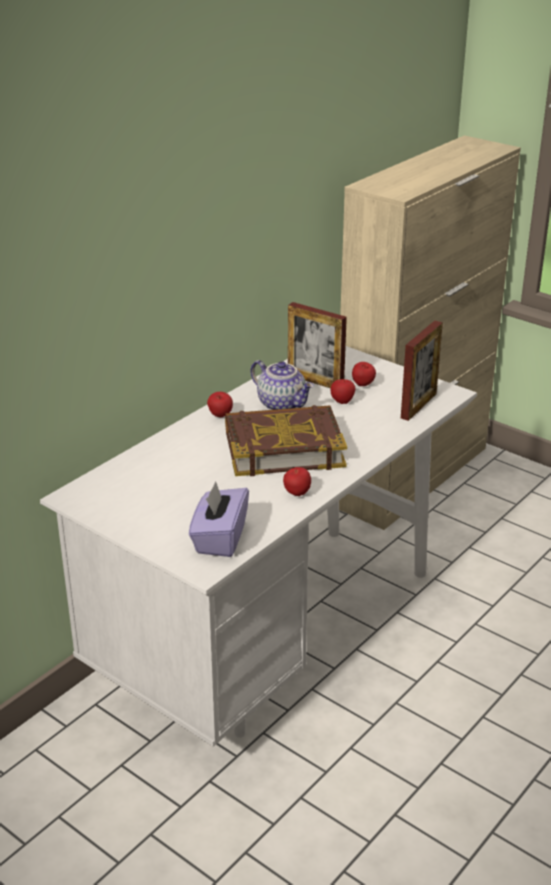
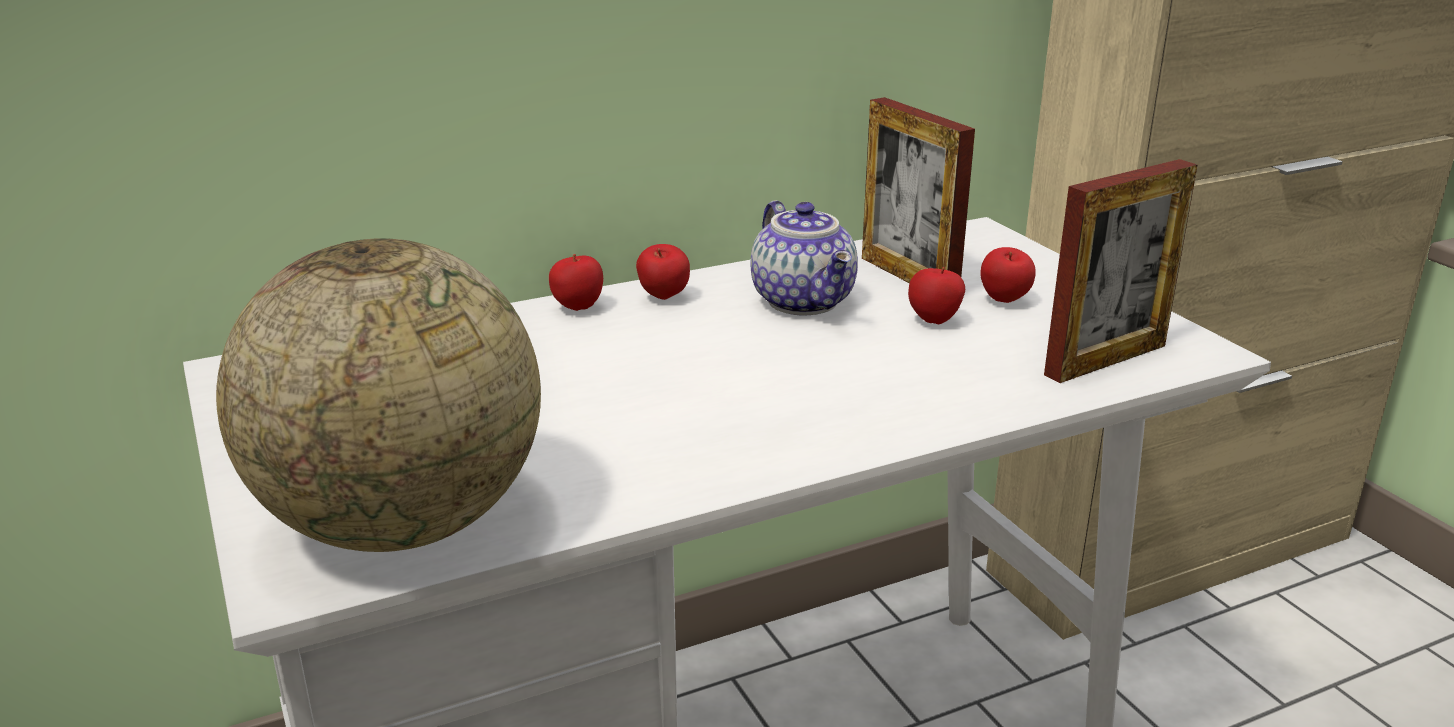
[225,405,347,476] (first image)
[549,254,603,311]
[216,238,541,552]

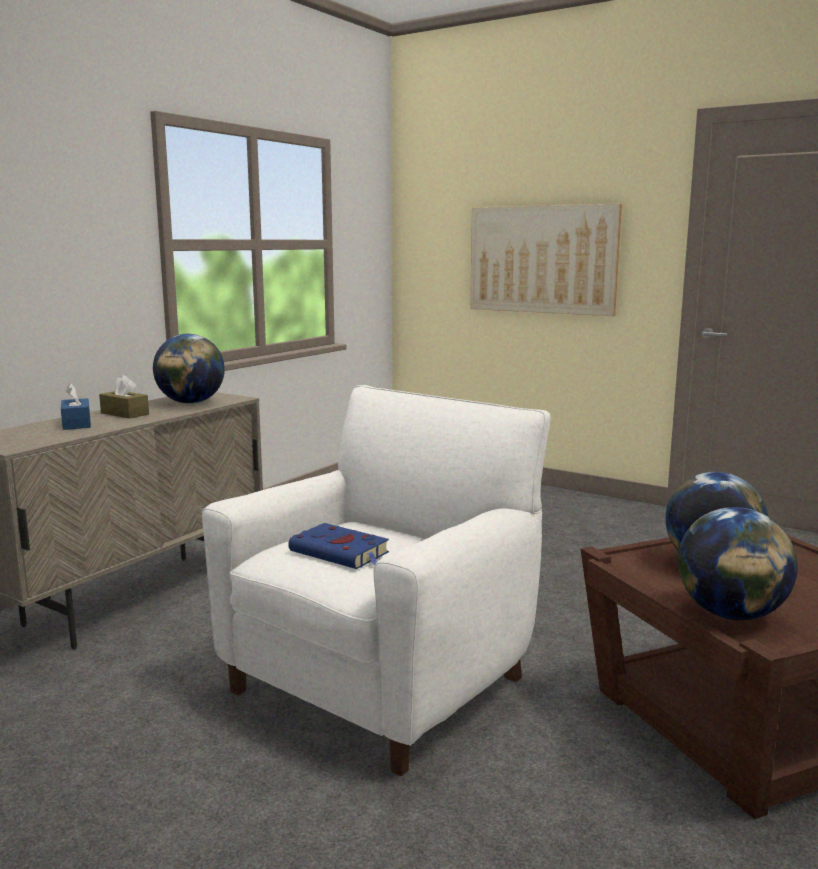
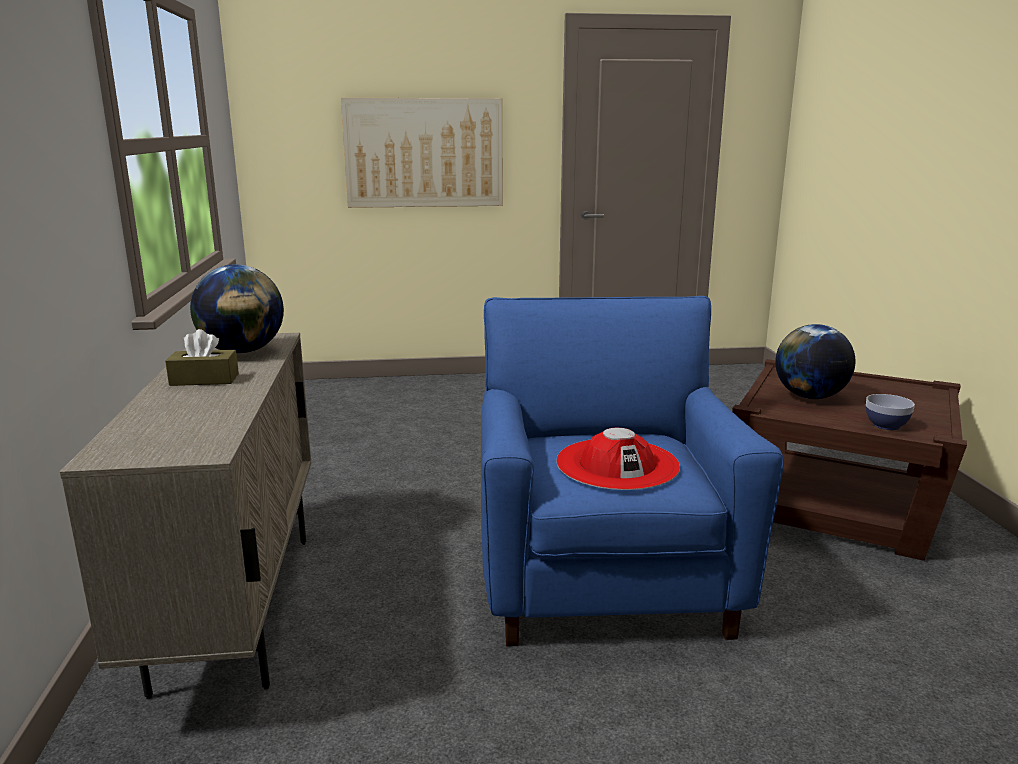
[61,383,91,430] (first image)
[481,296,784,646]
[866,394,915,430]
[556,428,680,490]

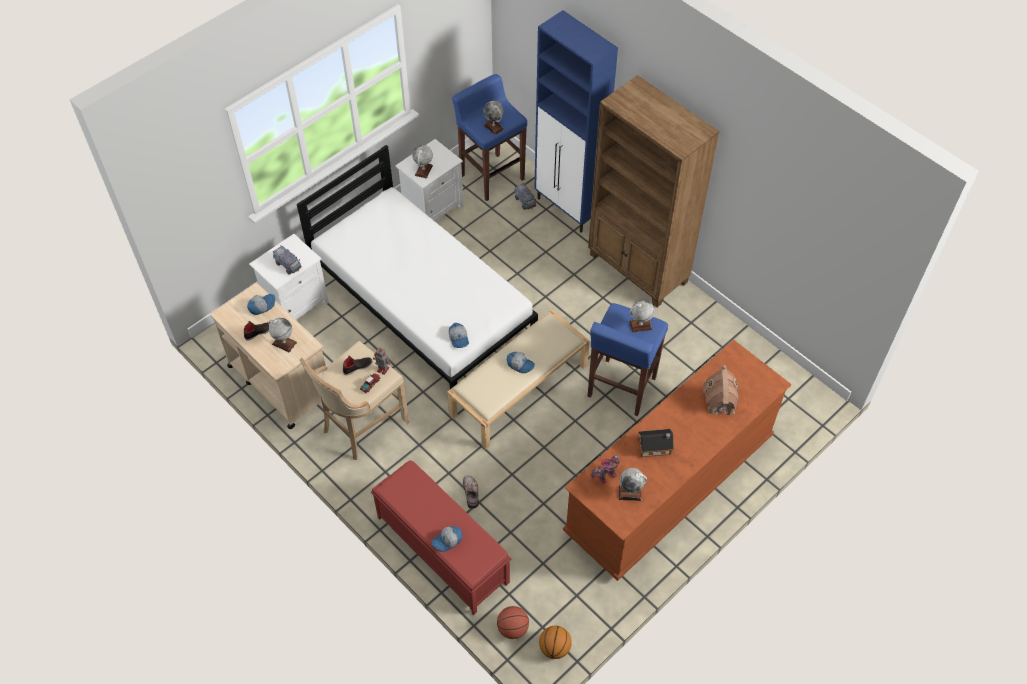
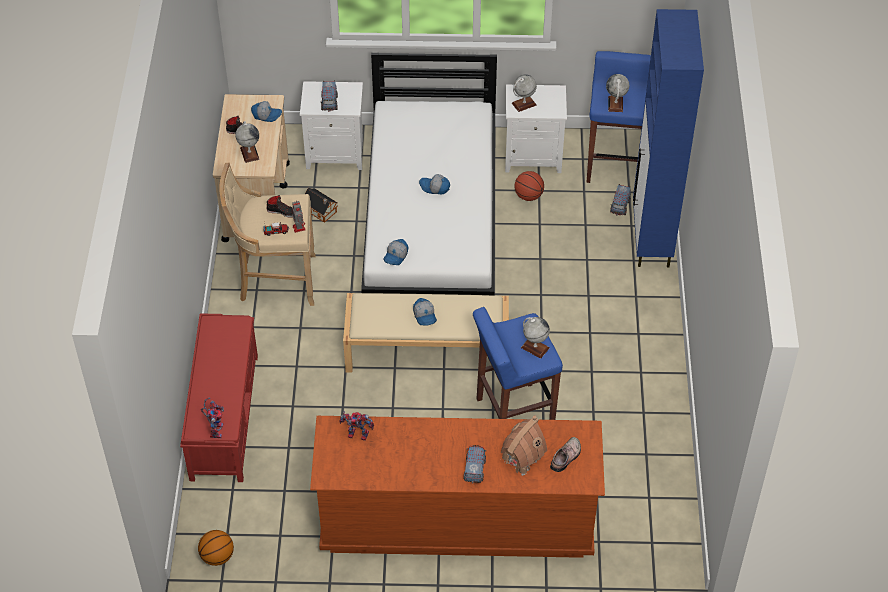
[588,75,720,307] (first image)
[305,188,338,223]
[619,468,647,501] (first image)
[550,437,581,472]
[419,174,450,194]
[514,171,544,201]
[201,398,224,438]
[463,445,486,484]

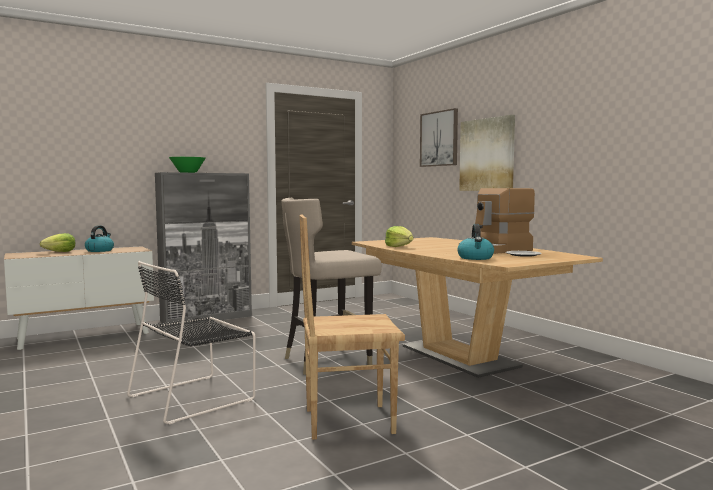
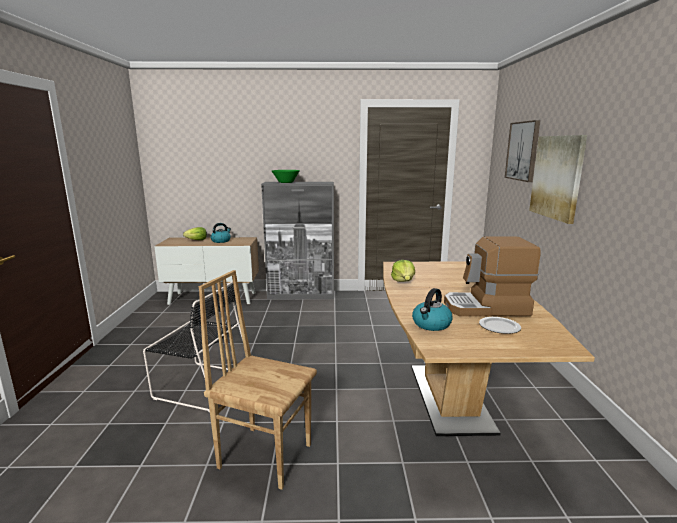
[281,198,382,375] (first image)
[143,281,243,412]

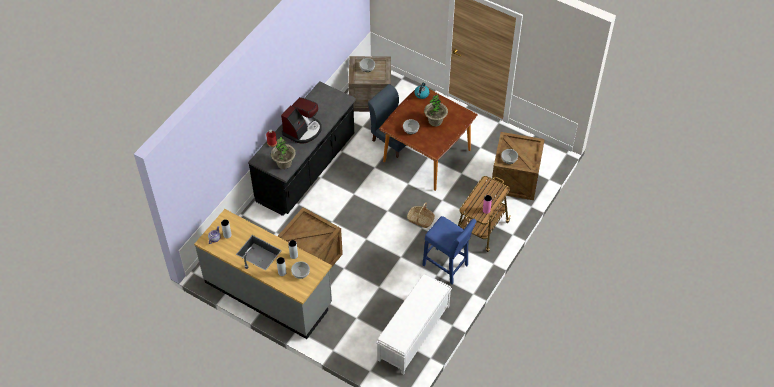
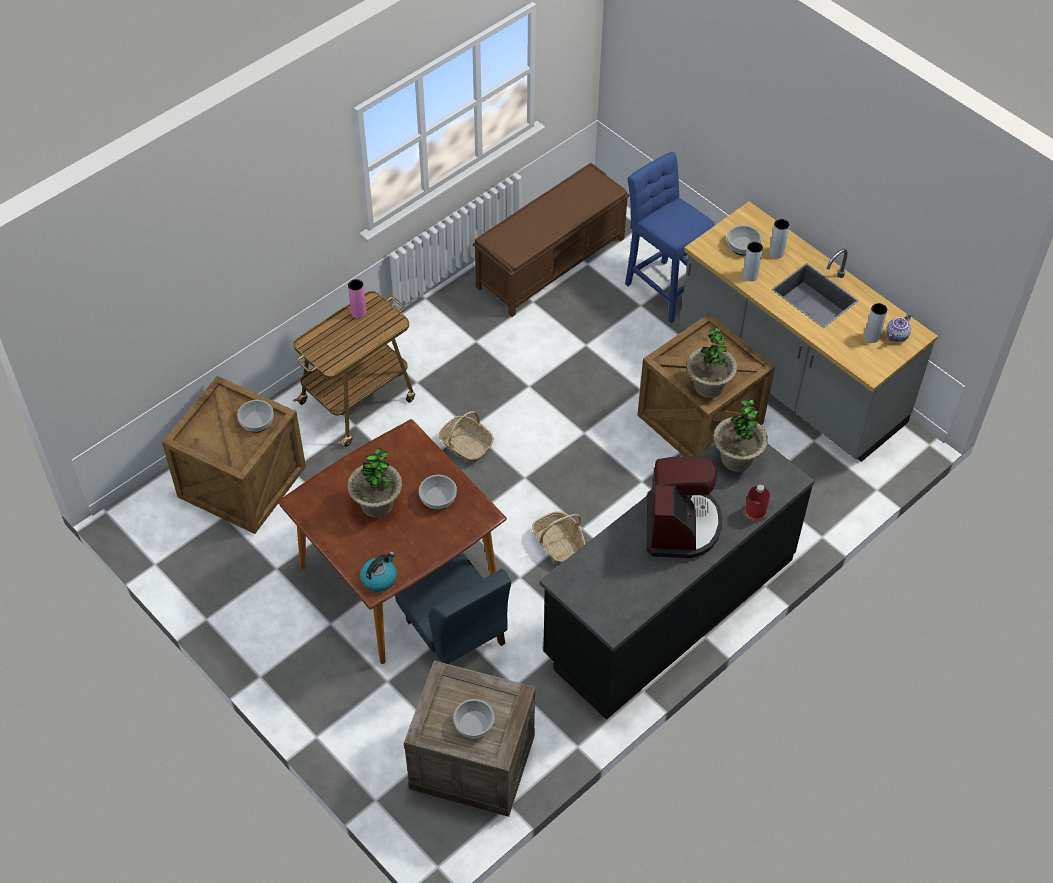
[647,456,722,558]
[625,152,715,323]
[473,163,630,317]
[686,328,737,398]
[532,511,585,563]

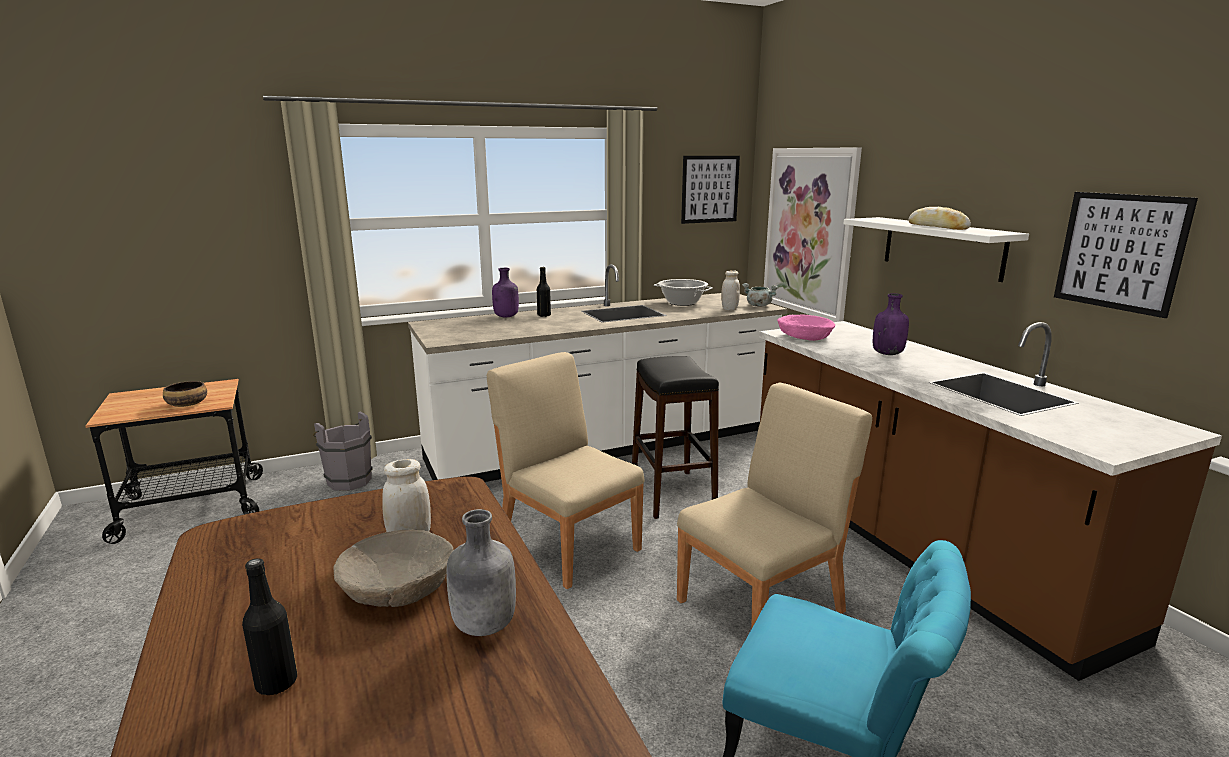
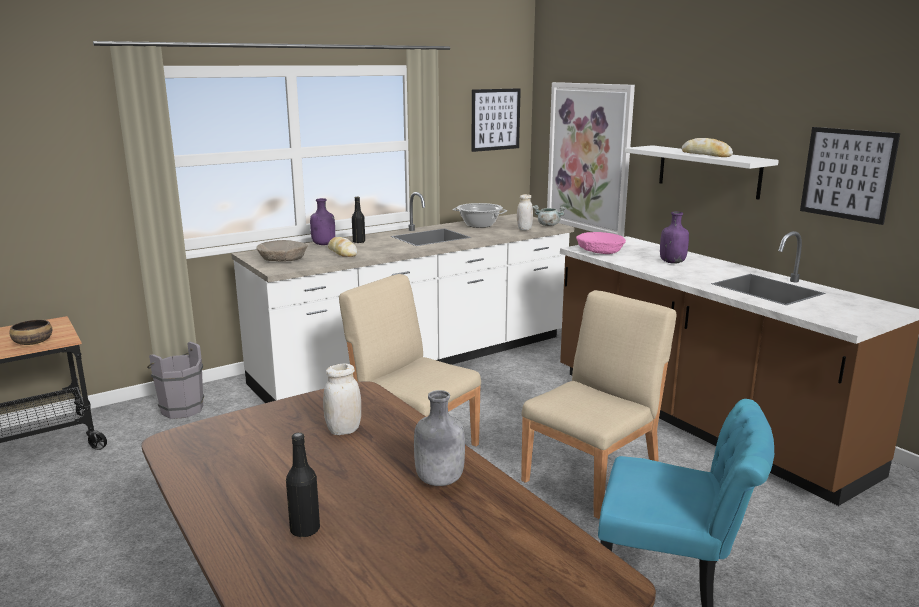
[632,356,719,519] (first image)
[256,240,308,261]
[328,237,357,257]

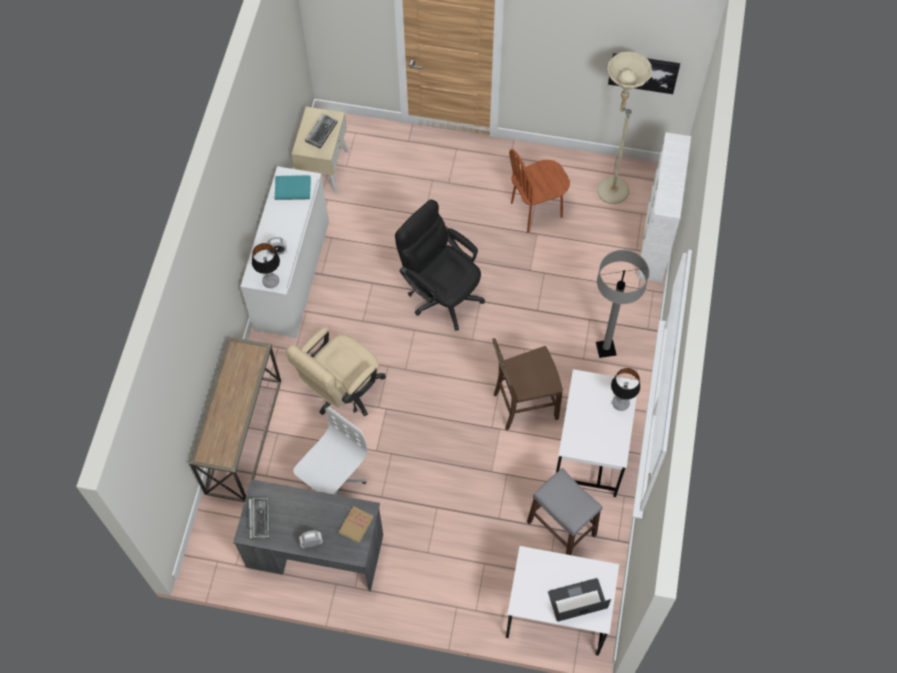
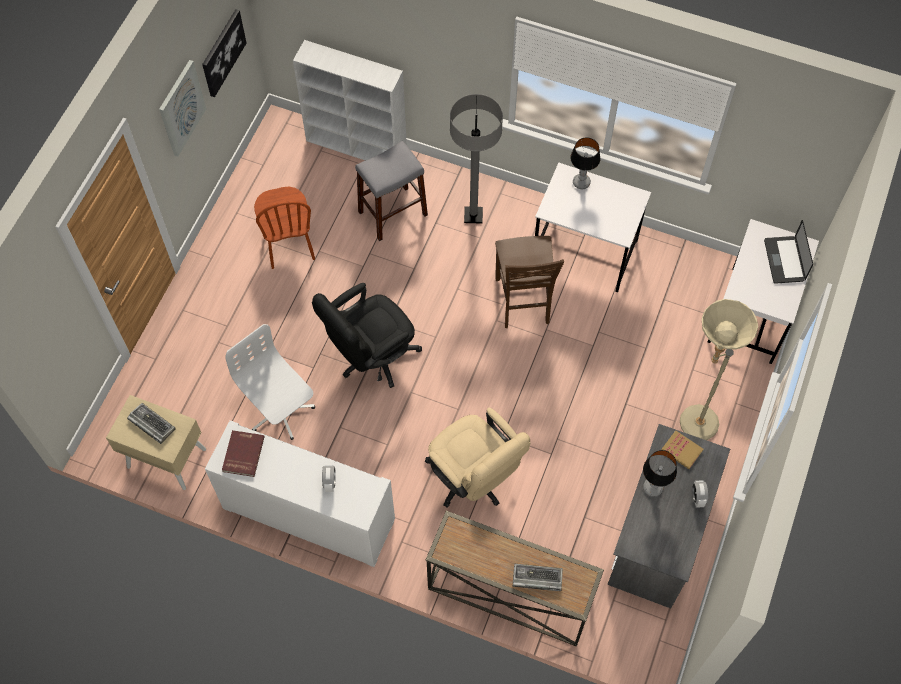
[680,299,758,440]
[222,430,265,477]
[643,450,677,497]
[225,324,315,440]
[355,141,428,241]
[513,564,563,591]
[159,60,206,157]

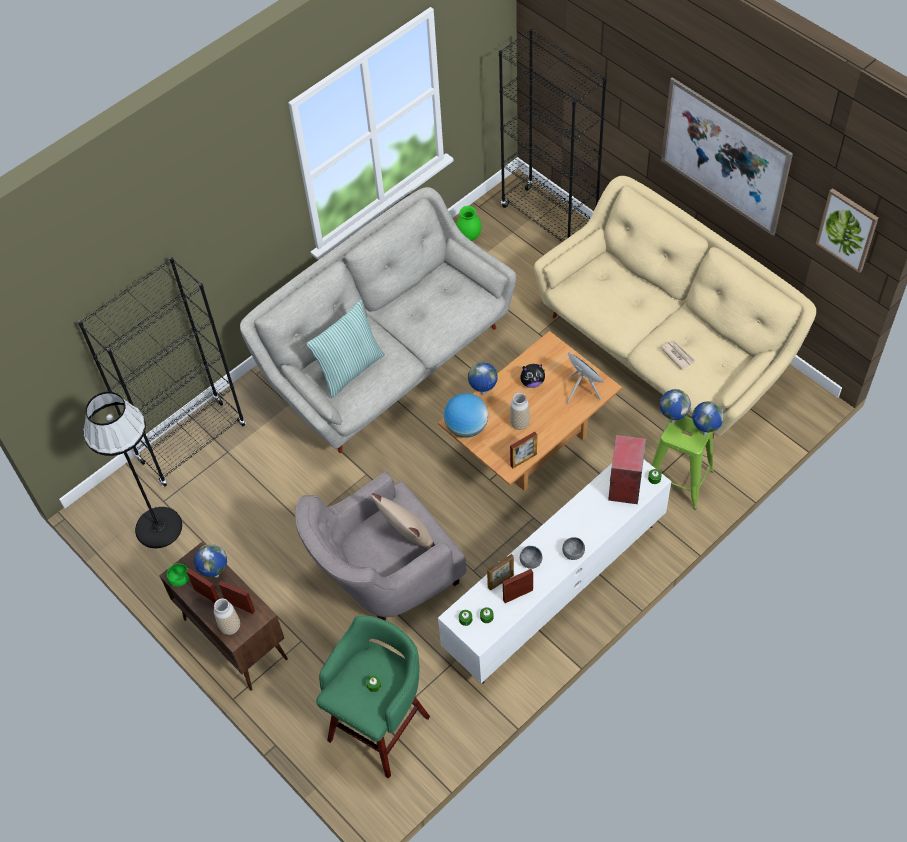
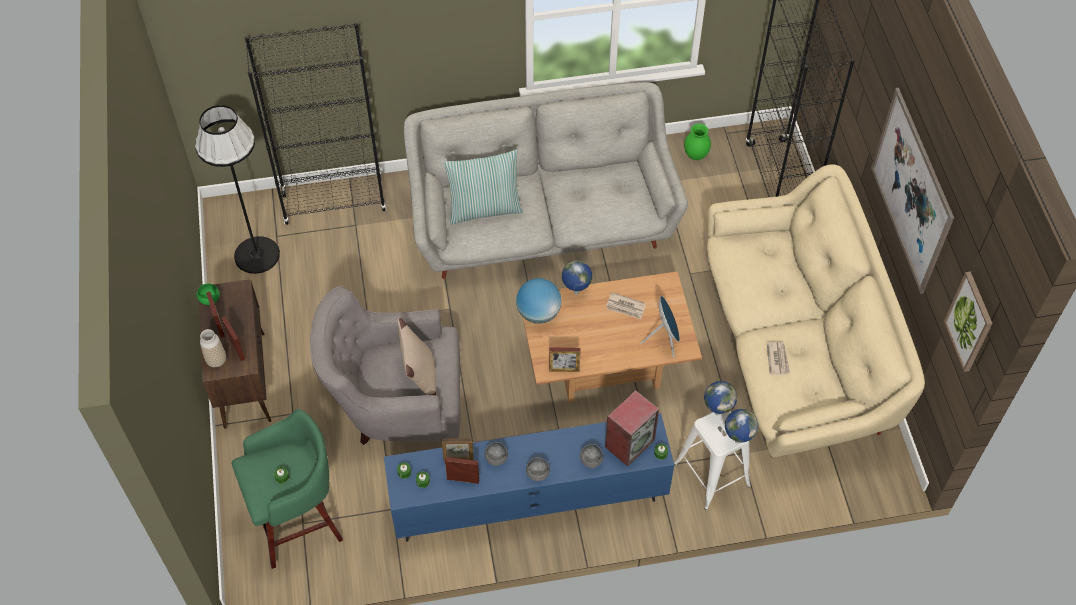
[606,292,646,319]
[510,393,530,430] (first image)
[674,411,751,510]
[384,413,674,542]
[194,544,227,578] (first image)
[580,444,603,468]

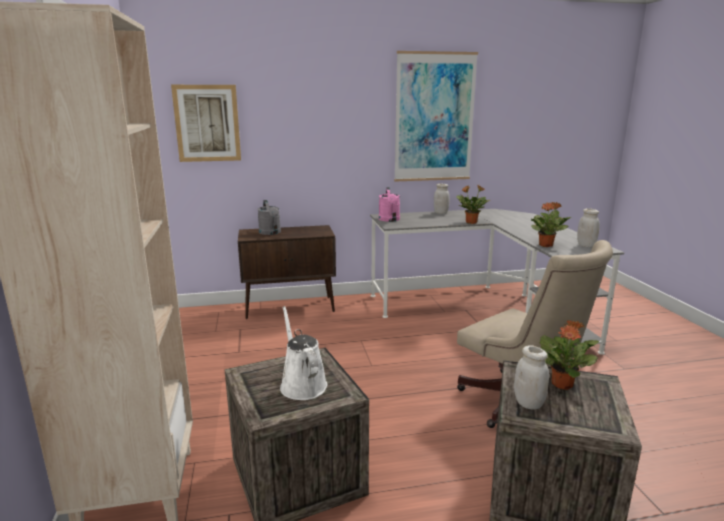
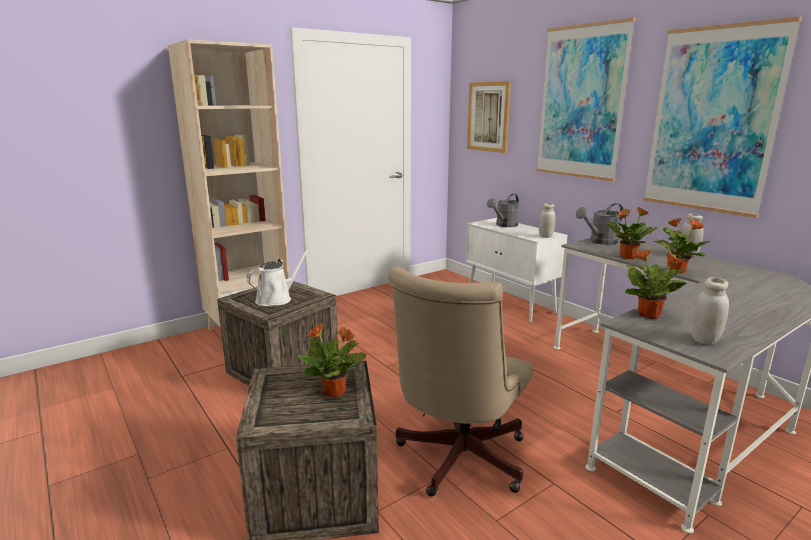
[576,203,623,245]
[466,218,568,323]
[539,203,556,238]
[536,18,636,181]
[607,207,657,259]

